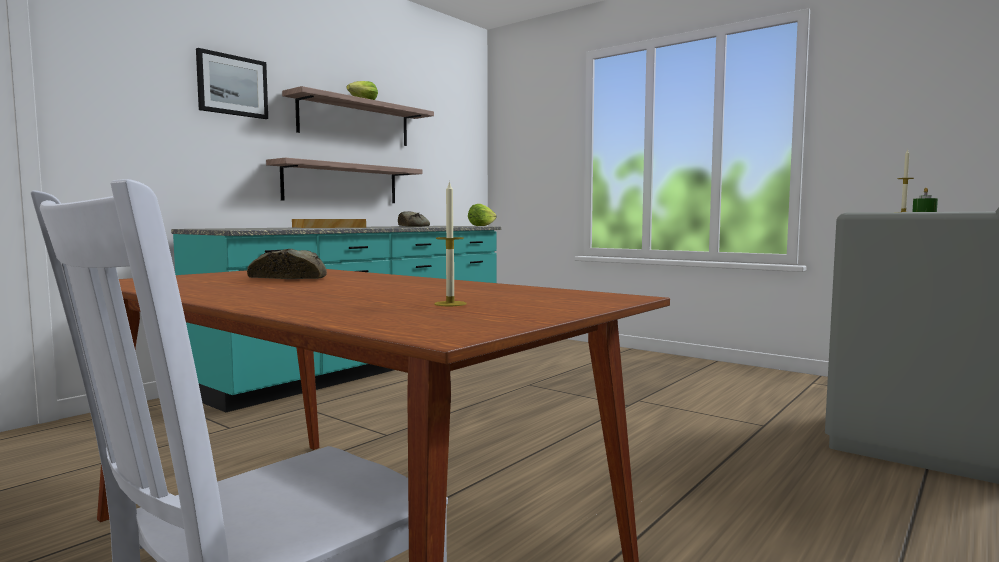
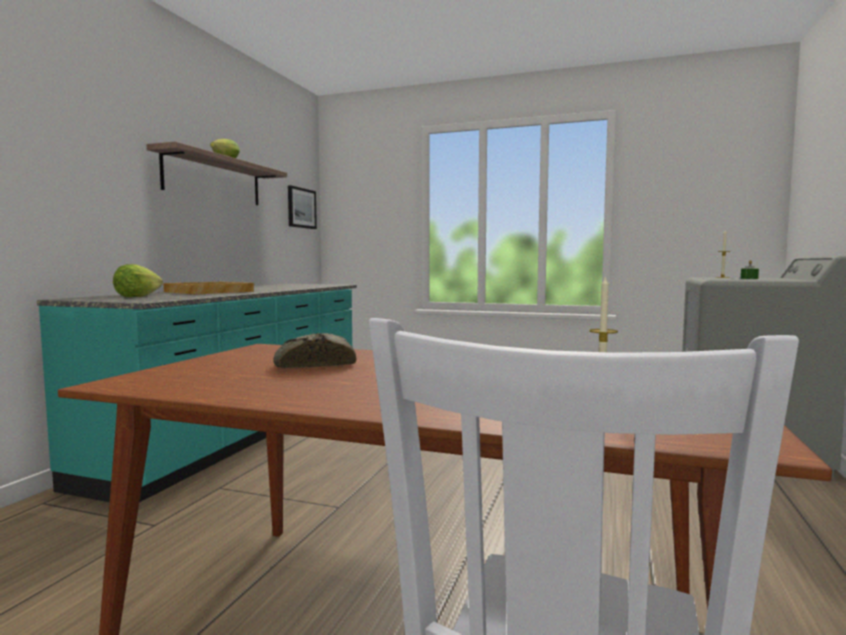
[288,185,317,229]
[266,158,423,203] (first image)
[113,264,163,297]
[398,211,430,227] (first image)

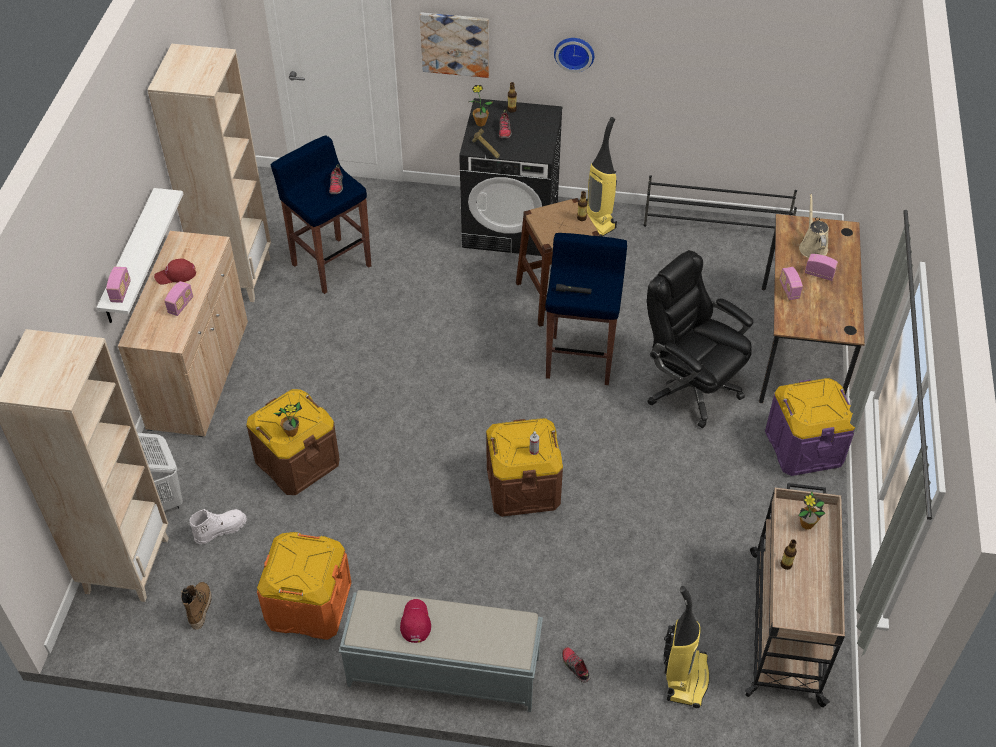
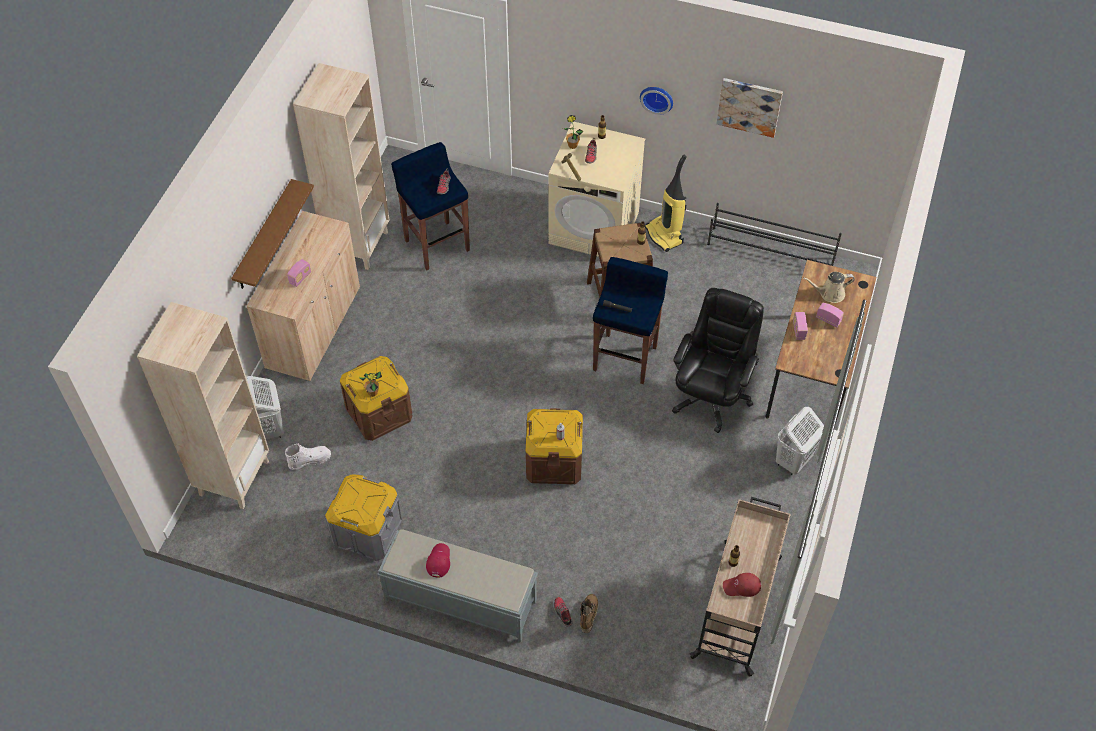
[716,78,783,138]
[549,122,645,257]
[231,179,314,289]
[803,272,855,303]
[672,288,764,433]
[723,573,761,597]
[106,267,131,303] (first image)
[776,407,824,475]
[798,492,825,530] (first image)
[325,474,402,561]
[580,594,598,633]
[664,586,710,708] (first image)

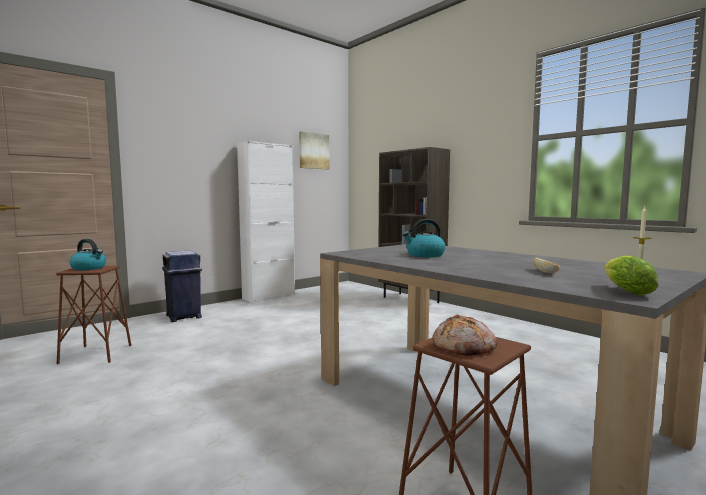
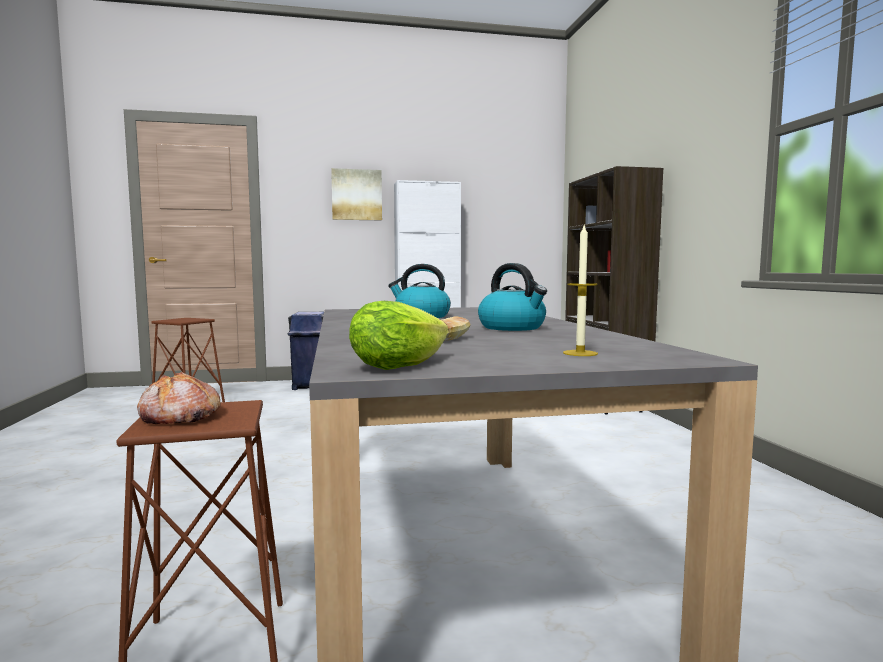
[331,168,382,220]
[478,263,547,331]

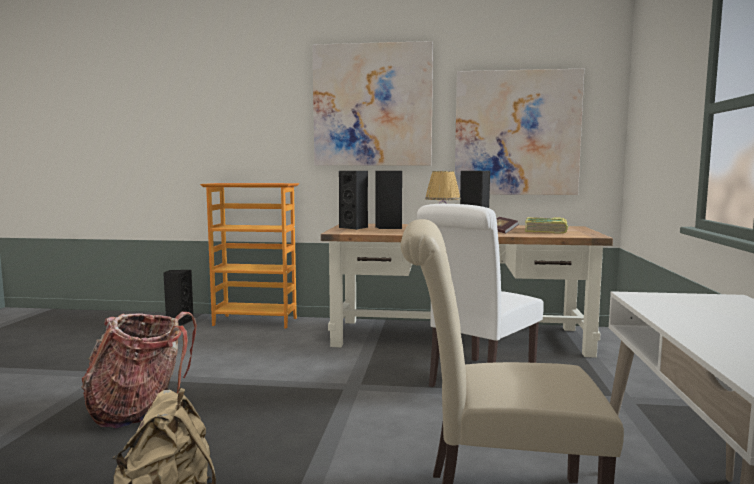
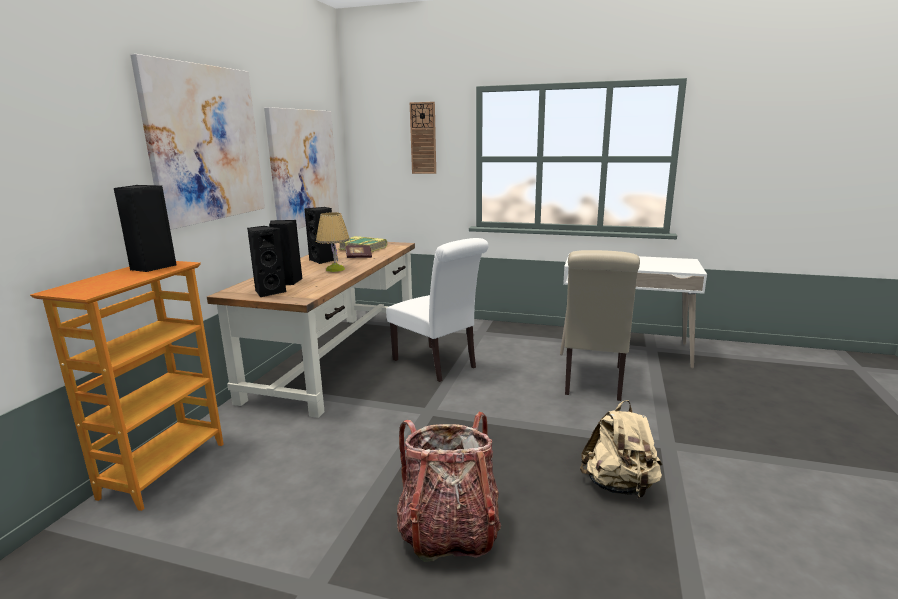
[114,185,177,272]
[410,102,436,174]

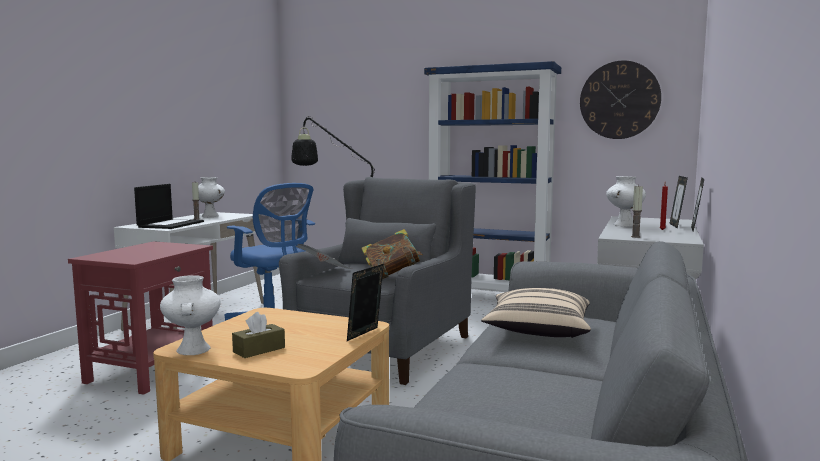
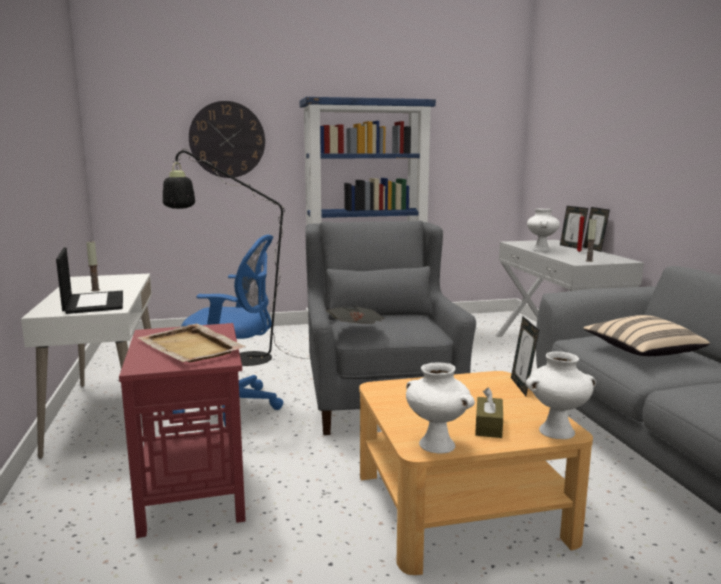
[189,101,265,178]
[526,352,596,439]
[361,229,423,279] (first image)
[138,323,246,362]

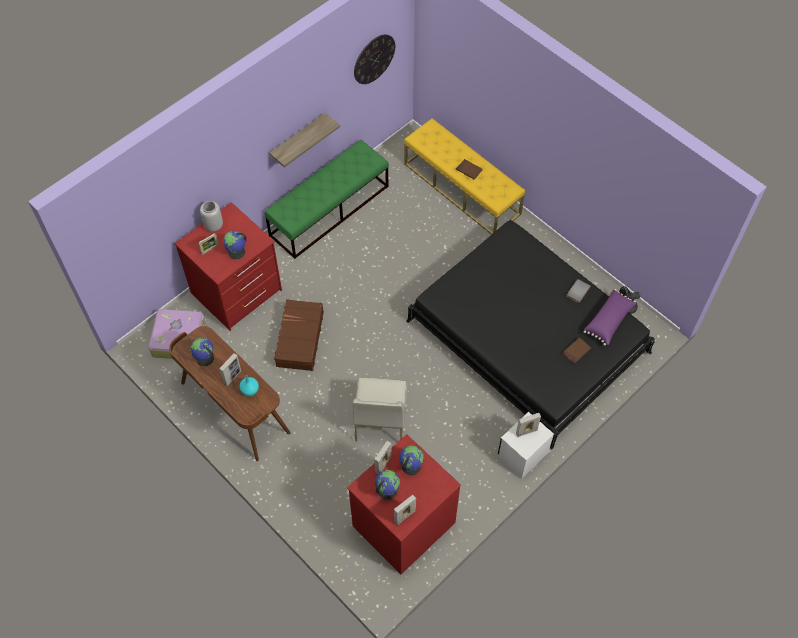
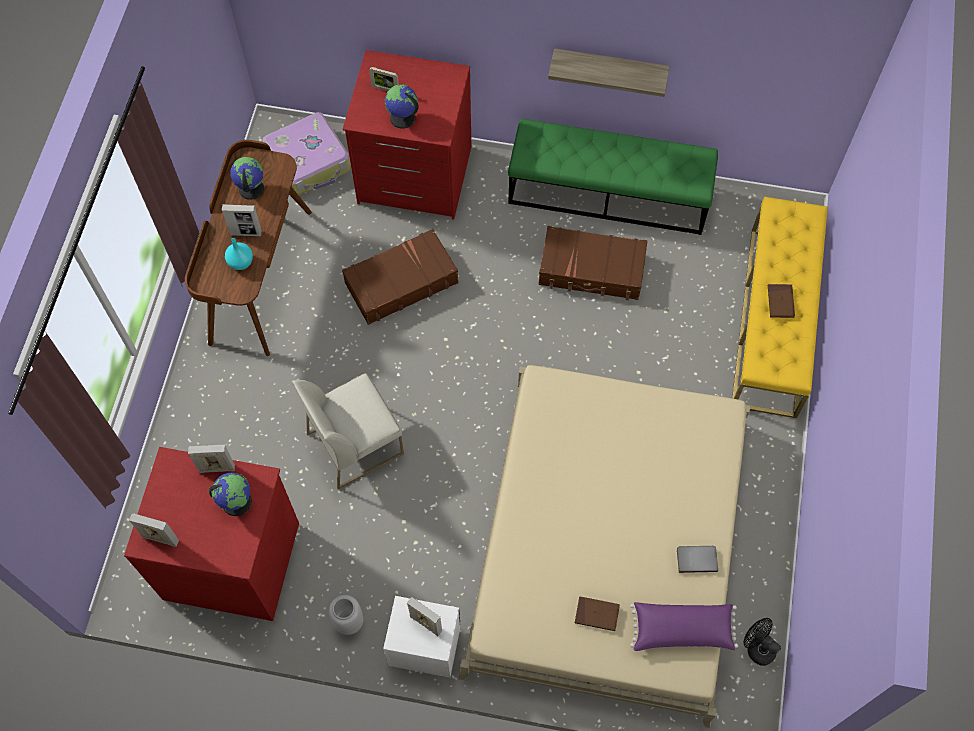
[354,34,395,84] (first image)
[329,595,363,635]
[458,365,750,728]
[375,470,400,500] (first image)
[539,226,648,301]

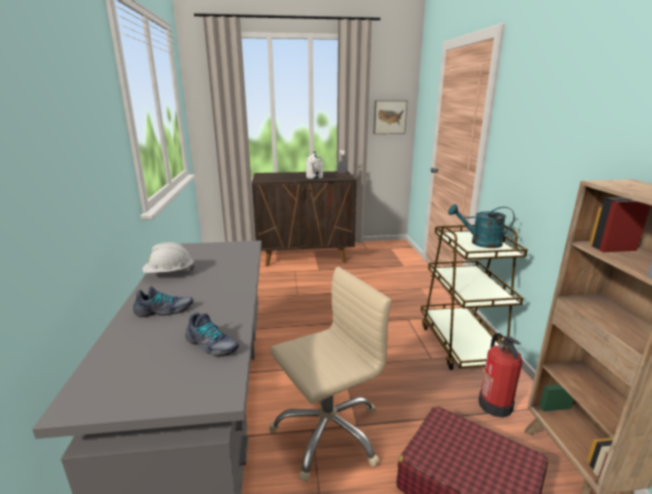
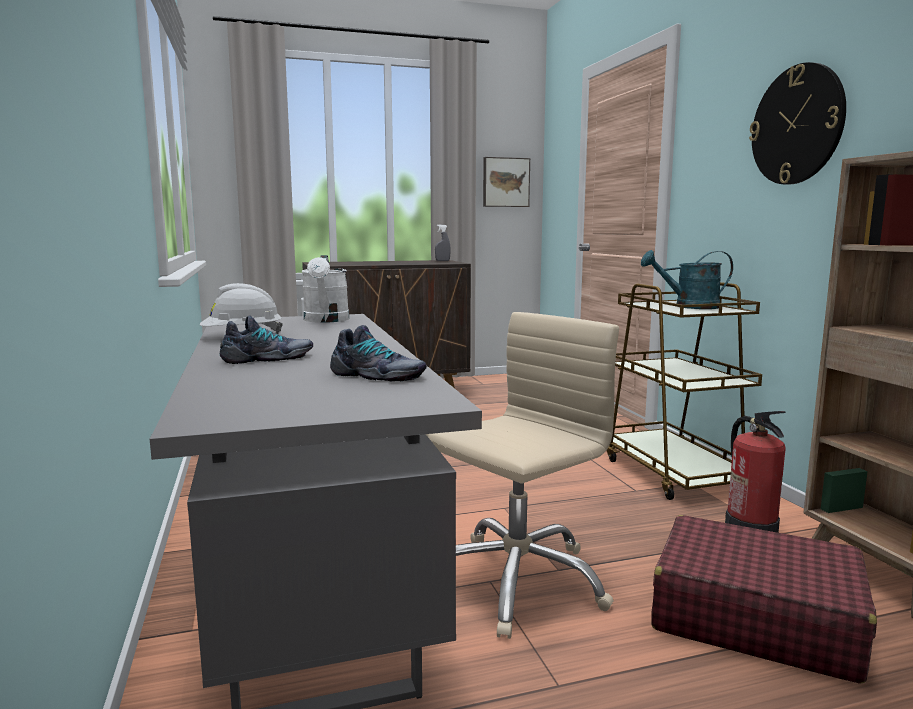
[301,255,349,323]
[749,62,846,185]

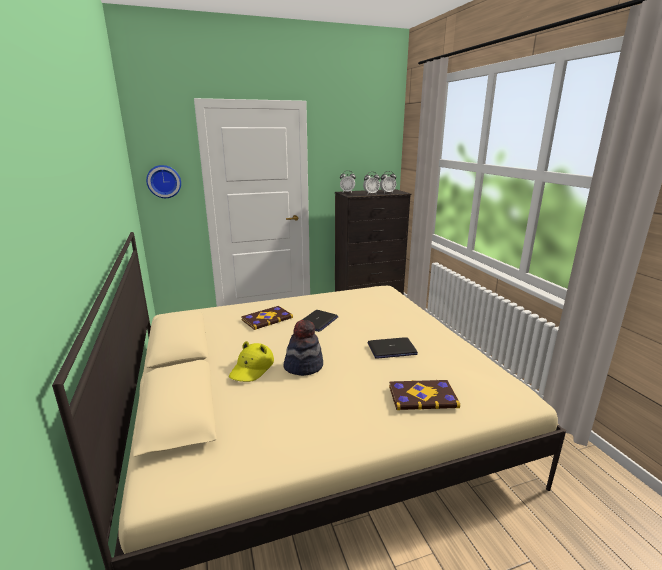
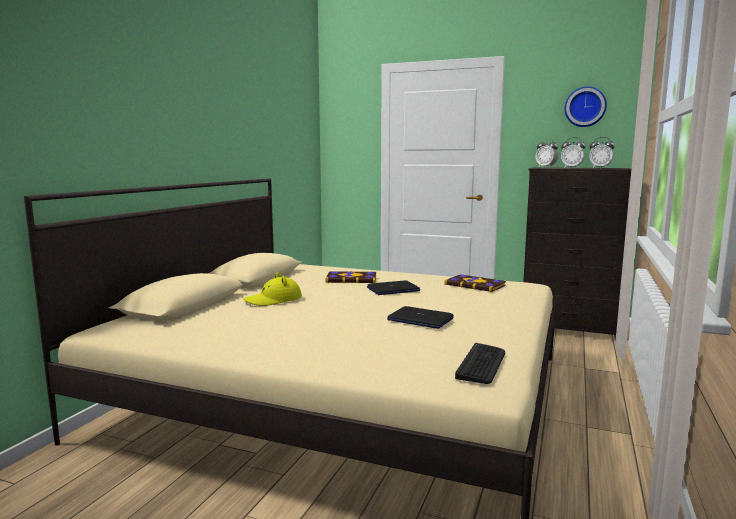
[564,86,607,127]
[283,320,323,376] (first image)
[444,274,506,292]
[455,343,505,384]

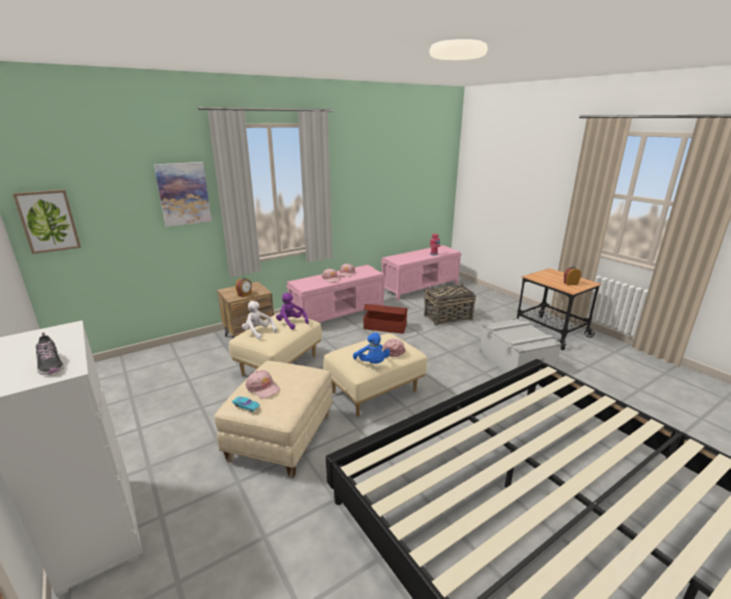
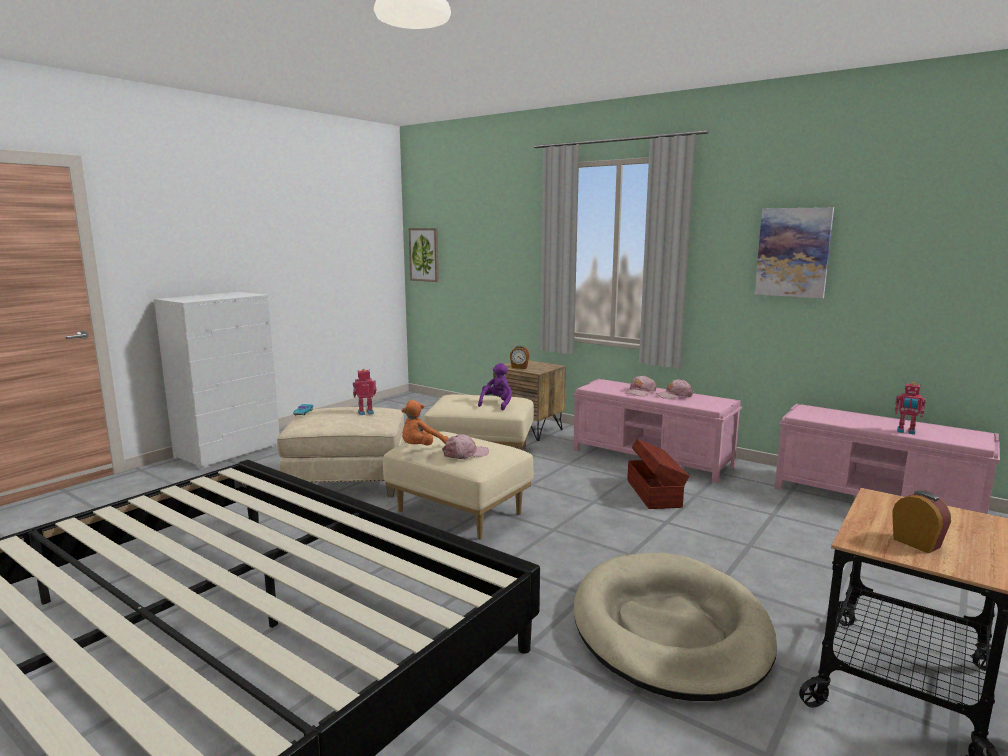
[755,207,834,298]
[424,282,476,326] (first image)
[242,301,277,340] (first image)
[573,553,777,701]
[36,333,64,375] (first image)
[402,400,448,445]
[246,370,280,399] (first image)
[353,369,377,415]

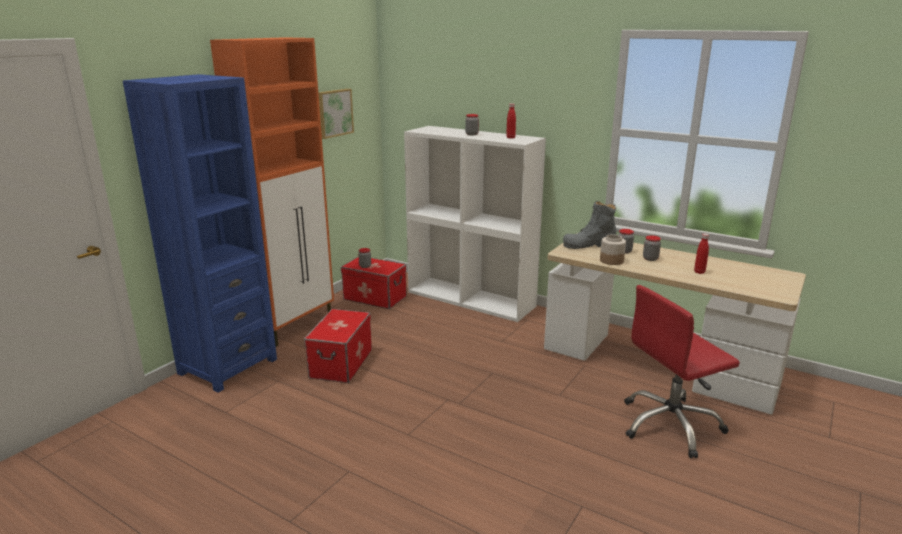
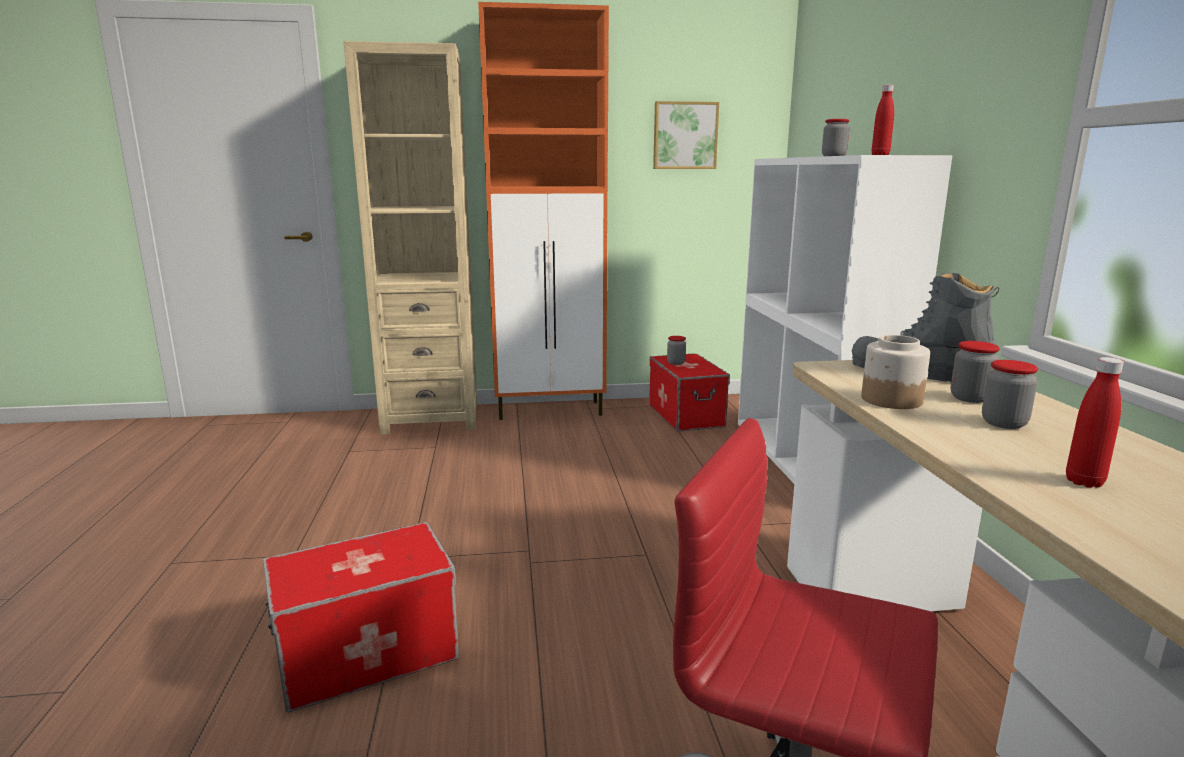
[344,41,477,435]
[263,522,459,712]

